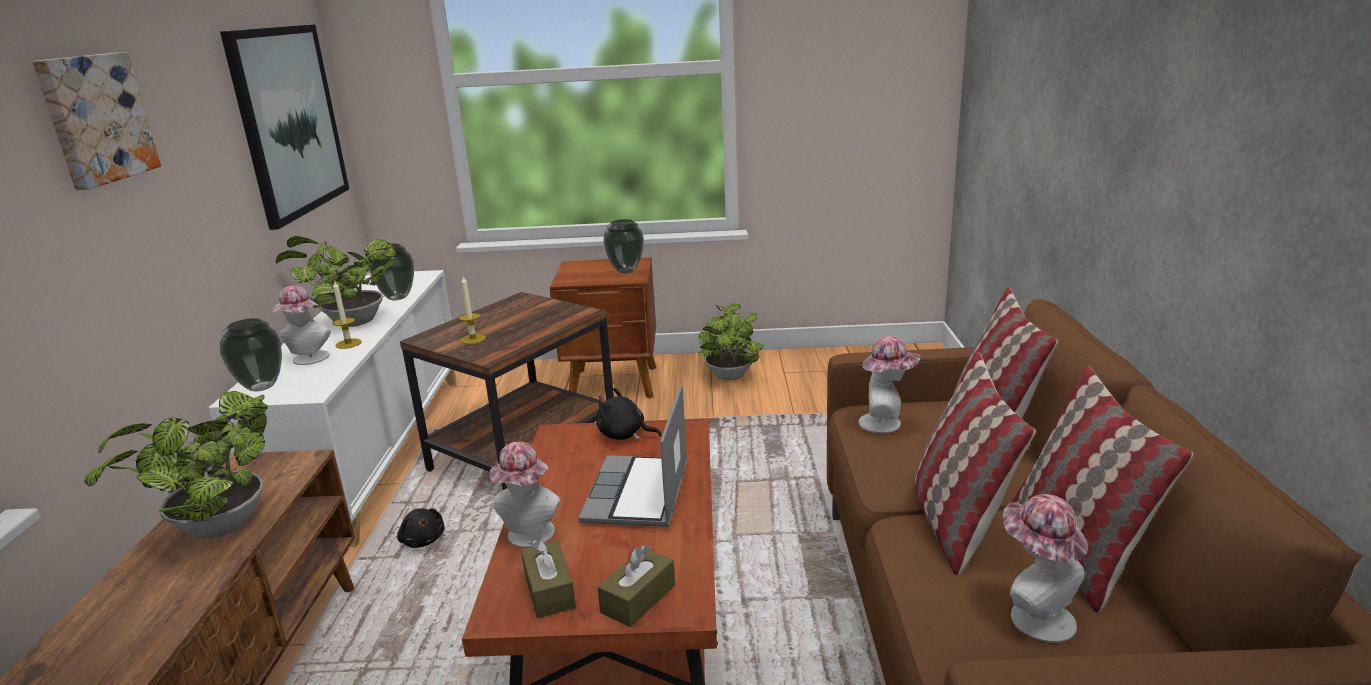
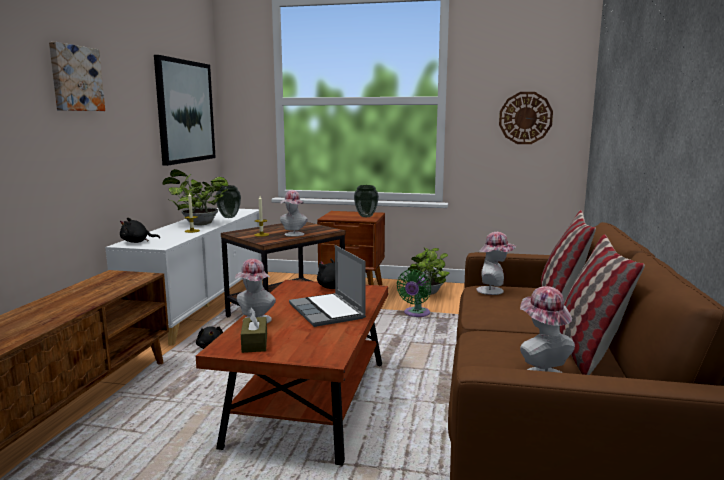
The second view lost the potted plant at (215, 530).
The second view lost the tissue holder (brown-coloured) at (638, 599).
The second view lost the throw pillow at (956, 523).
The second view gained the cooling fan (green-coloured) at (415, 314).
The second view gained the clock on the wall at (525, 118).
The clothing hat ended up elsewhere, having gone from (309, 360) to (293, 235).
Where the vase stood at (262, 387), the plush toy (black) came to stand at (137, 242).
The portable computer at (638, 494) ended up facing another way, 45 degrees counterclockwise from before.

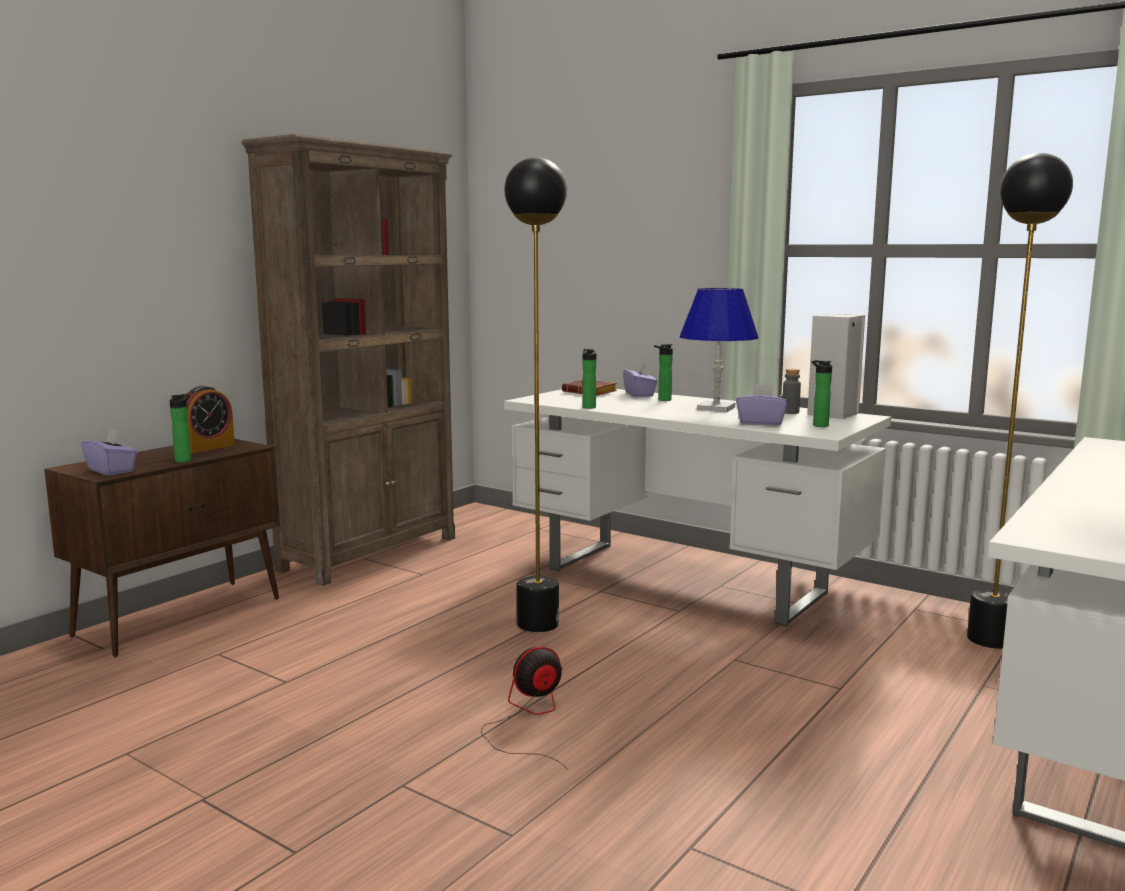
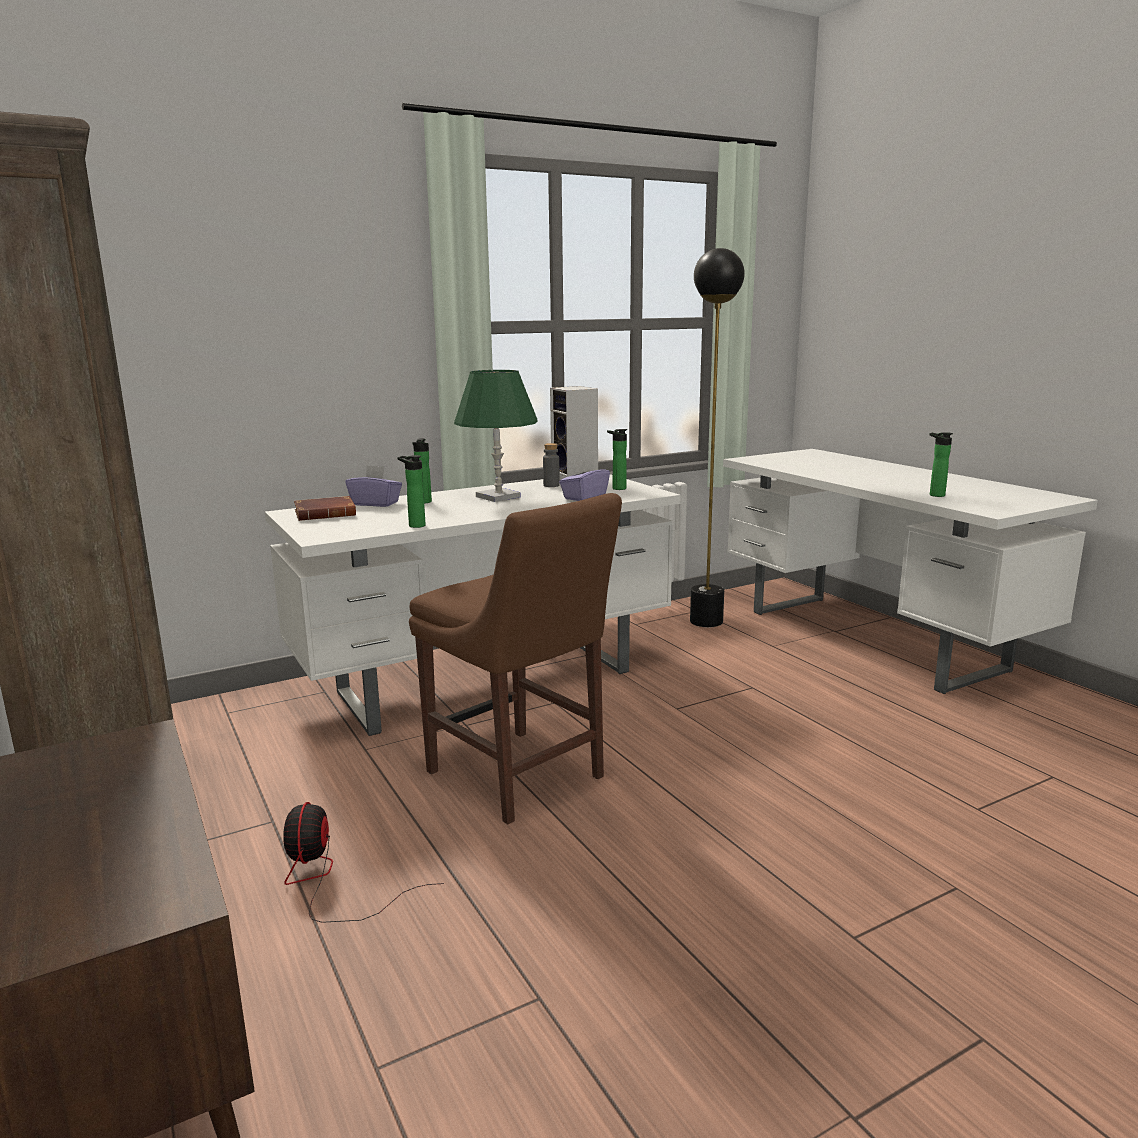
The second view lost the tissue holder (purple) at (111, 470).
The second view lost the bedside clock at (207, 447).
The bottle ended up elsewhere, having gone from (184, 460) to (934, 495).
The cooling fan ended up elsewhere, having gone from (529, 718) to (329, 880).
Where the standard lamp (black) stood at (537, 624), the plain chair (brown-coloured) came to stand at (519, 778).
What was the table lamp (bluish) at (716, 408) turned into the table lamp (green-coloured) at (498, 497).

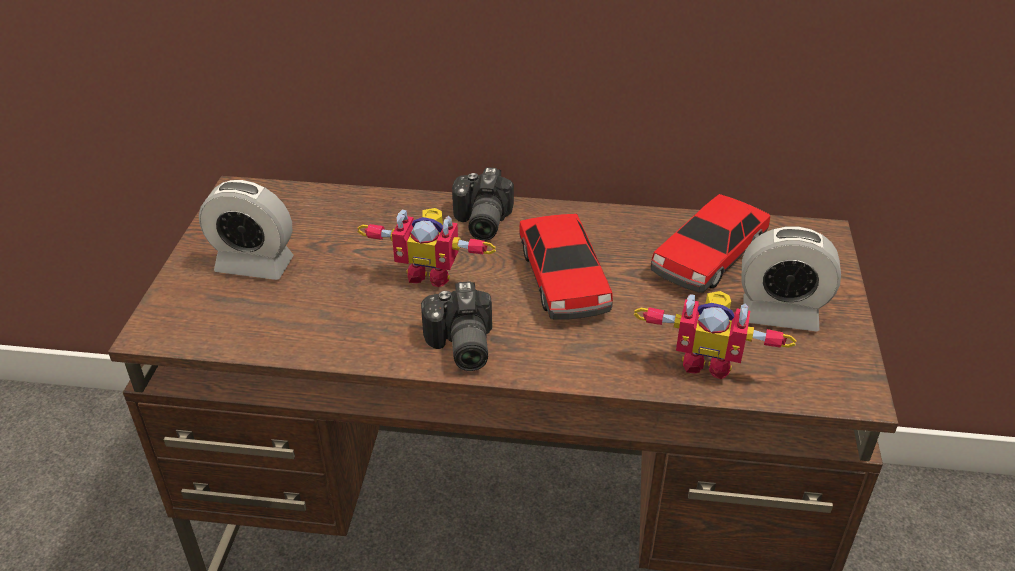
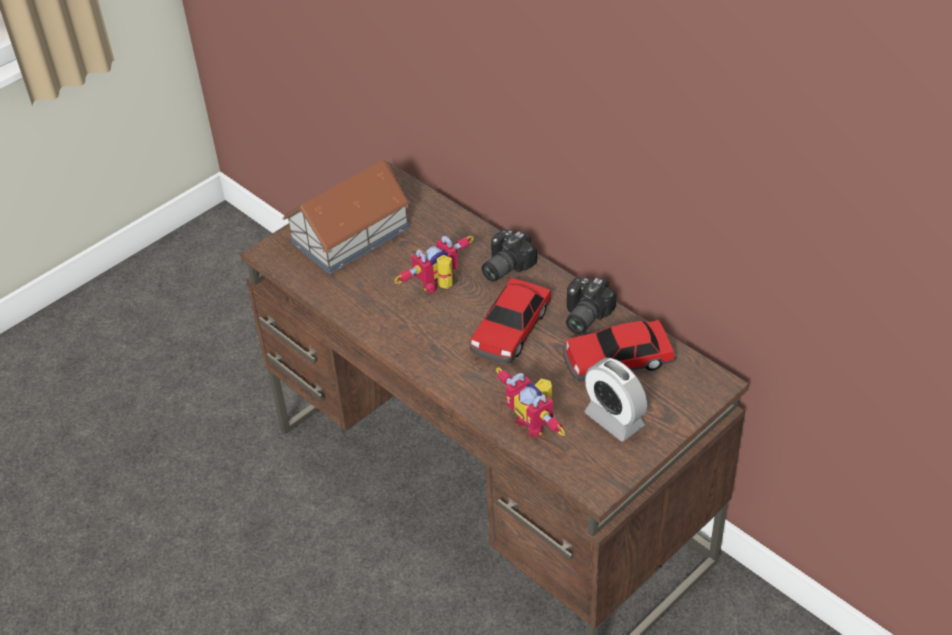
The photo camera ended up elsewhere, having gone from (459, 346) to (582, 316).
Where the bedside clock stood at (254, 265), the model house came to stand at (351, 235).
The model robot at (430, 273) ended up facing another way, 90 degrees clockwise from before.

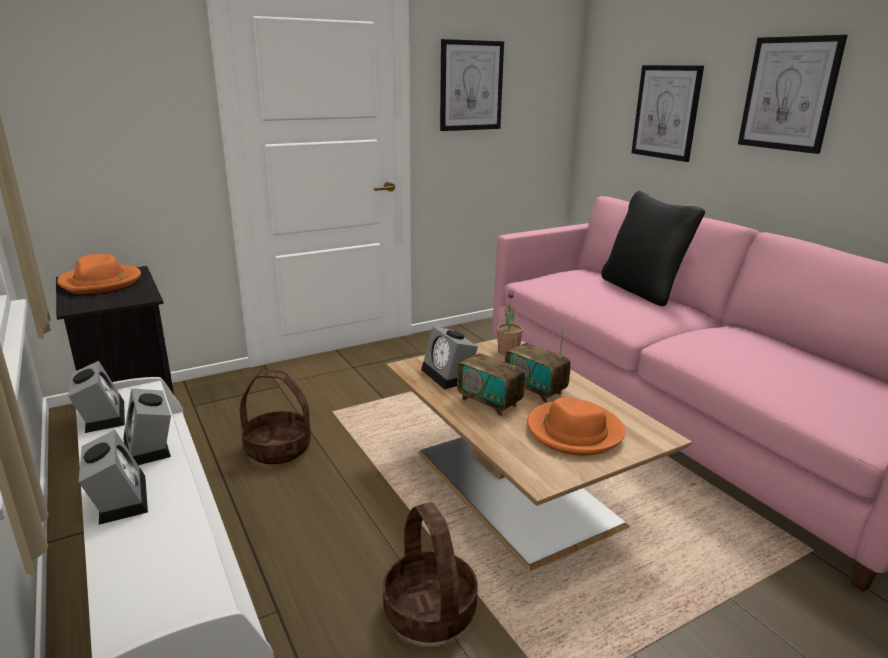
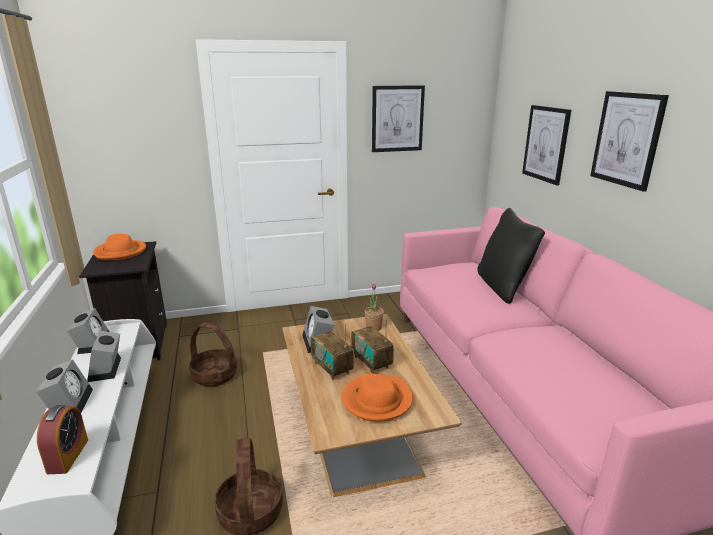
The second view gained the bedside clock at (68, 456).

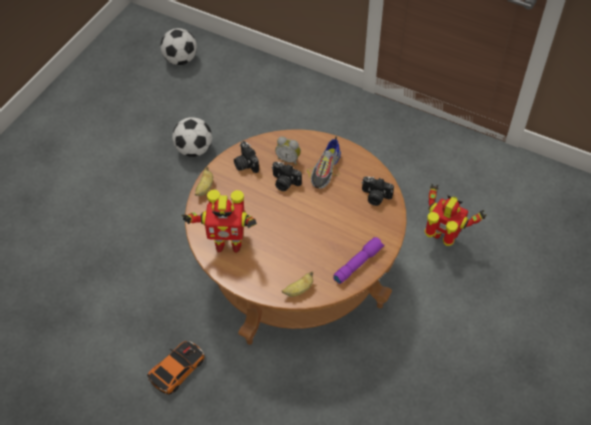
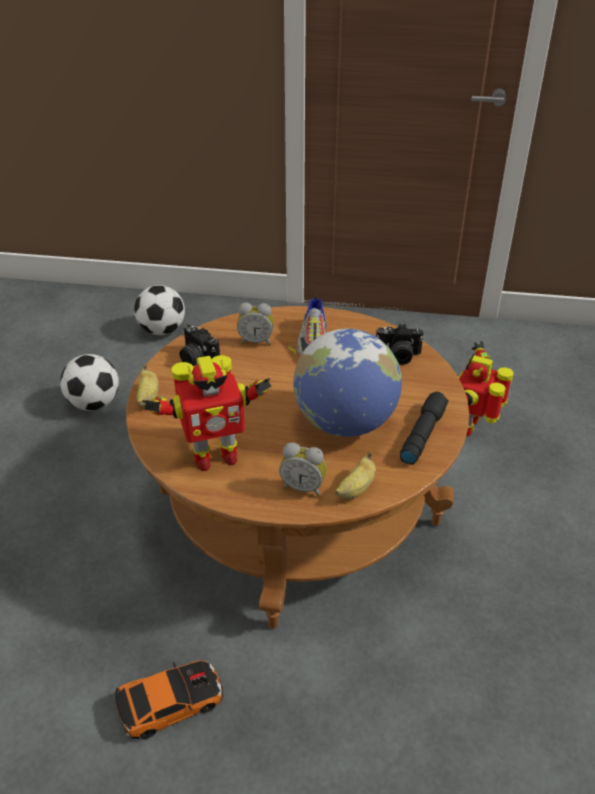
The second view lost the photo camera at (284, 183).
The second view gained the bedside clock at (303, 487).
The second view gained the desk globe at (345, 423).
The football ended up elsewhere, having gone from (180, 60) to (162, 330).
What was the flashlight (purple) at (358, 263) turned into the flashlight (black) at (422, 434).
The miniature car at (177, 369) ended up facing another way, 45 degrees clockwise from before.
The model robot at (443, 239) ended up facing another way, 75 degrees counterclockwise from before.

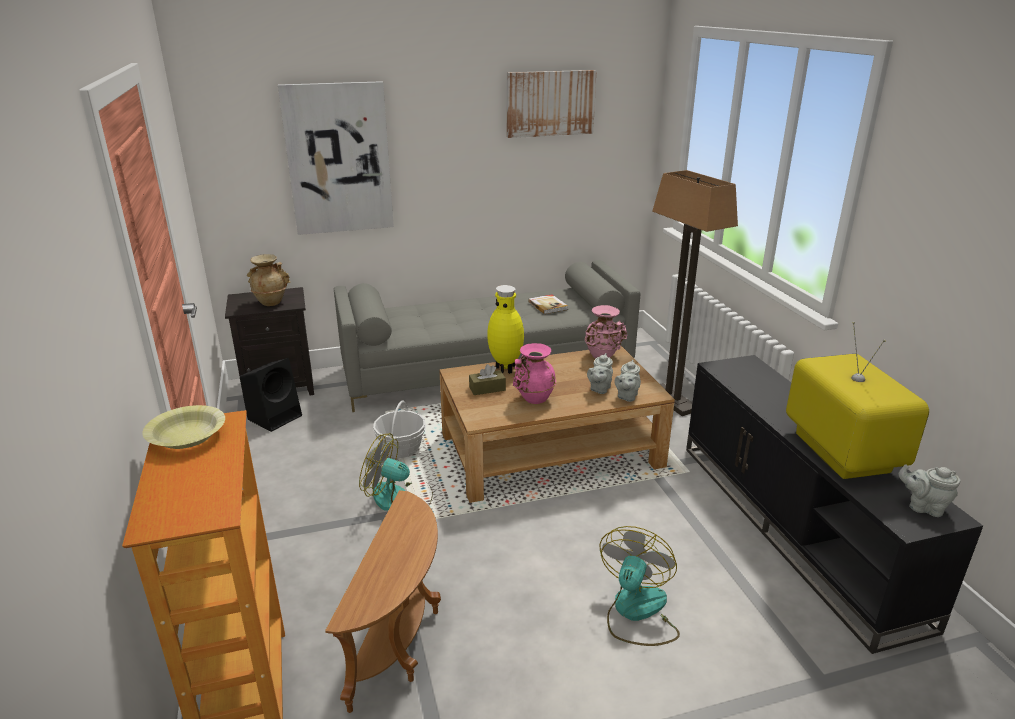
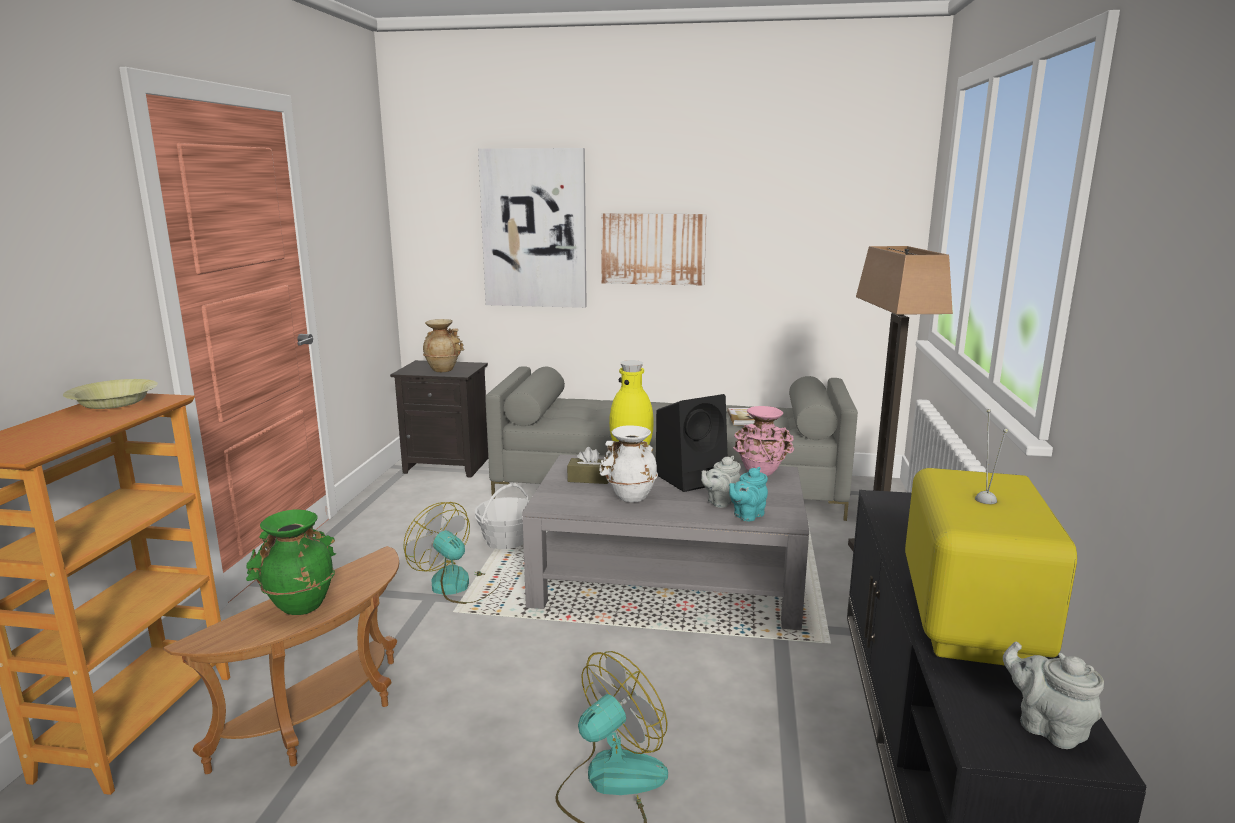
The second view gained the vase (green-coloured) at (299, 605).
The loudspeaker (black) ended up elsewhere, having gone from (275, 417) to (692, 478).
The picture ended up elsewhere, having gone from (550, 103) to (653, 249).
What was the lounge table (brown-coloured) at (551, 450) turned into the lounge table (greyish) at (668, 579).
What was the vase (pink-coloured) at (533, 399) turned into the vase (white-coloured) at (629, 497).
What was the teapot (greyish) at (626, 396) turned into the teapot (turquoise) at (747, 515).

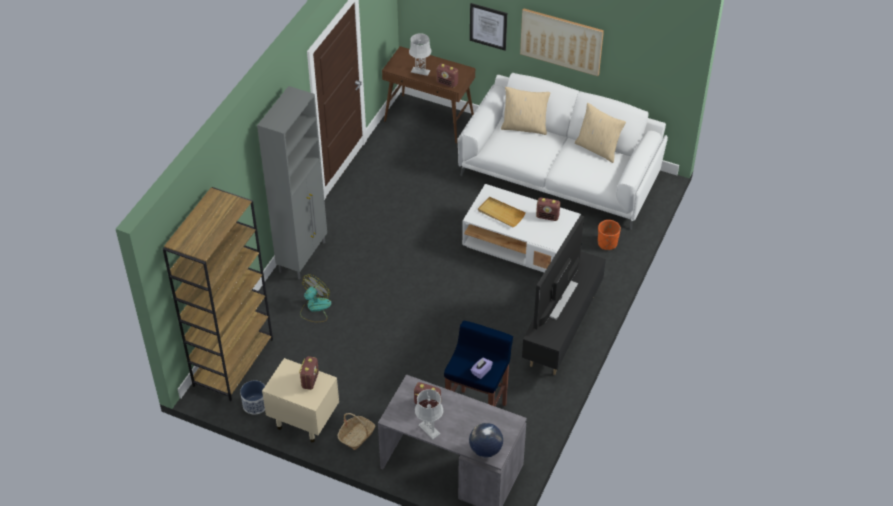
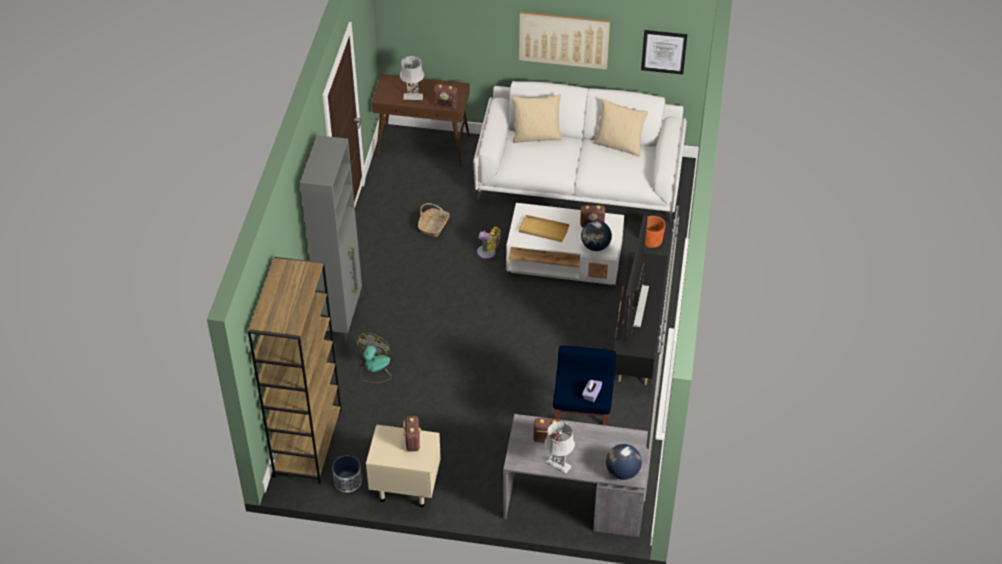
The second view gained the cooling fan (yellow) at (488, 252).
The second view gained the desk globe at (595, 246).
The household basket ended up elsewhere, having gone from (356, 436) to (434, 226).
The picture ended up elsewhere, having gone from (488, 26) to (664, 51).

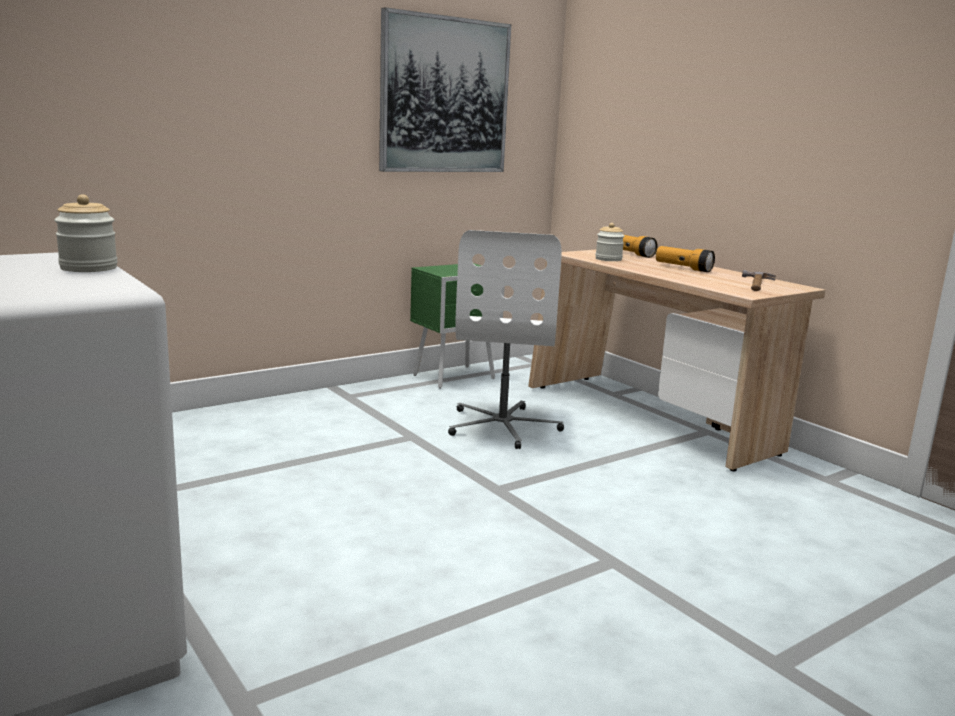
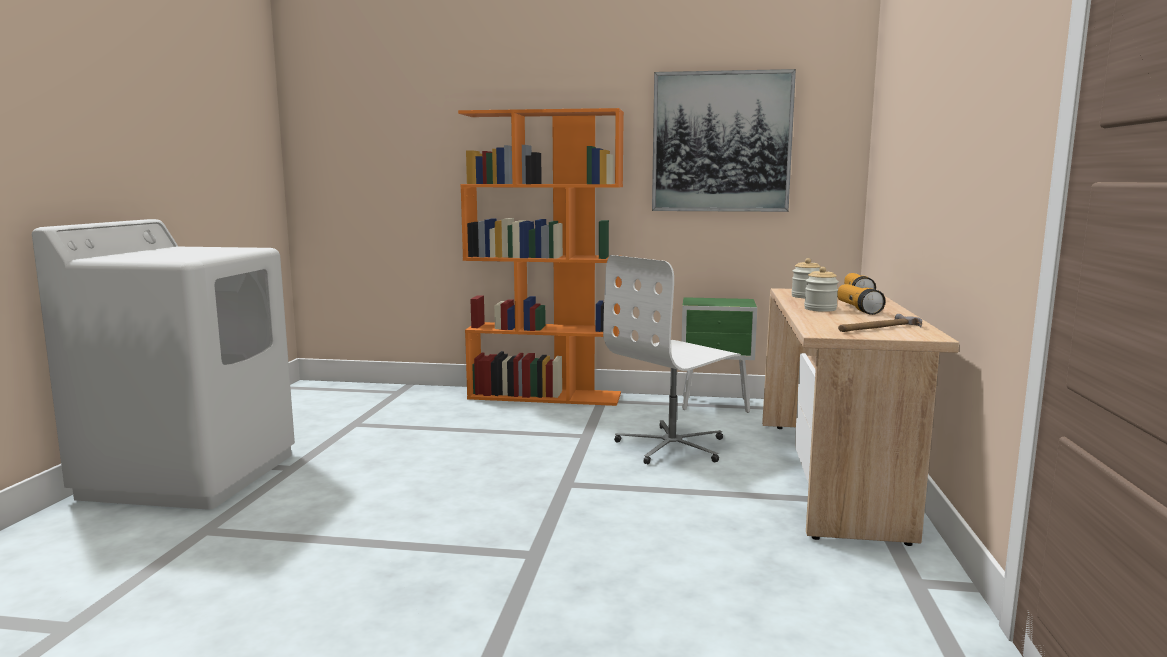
The second view gained the shelving unit (orange-coloured) at (546, 396).
The jar ended up elsewhere, having gone from (89, 268) to (820, 309).

